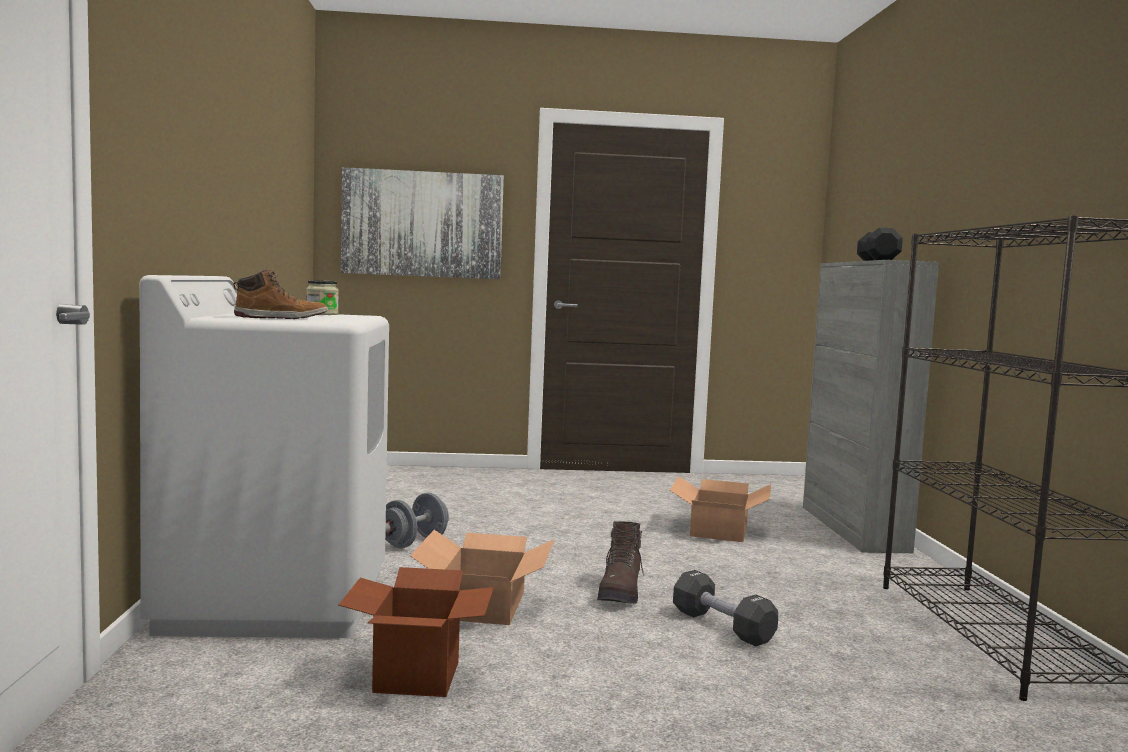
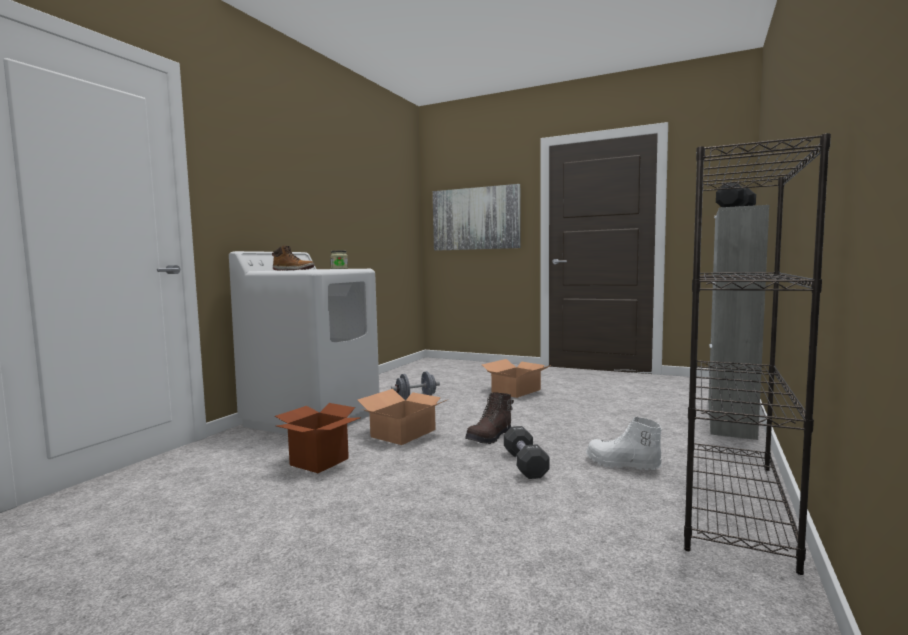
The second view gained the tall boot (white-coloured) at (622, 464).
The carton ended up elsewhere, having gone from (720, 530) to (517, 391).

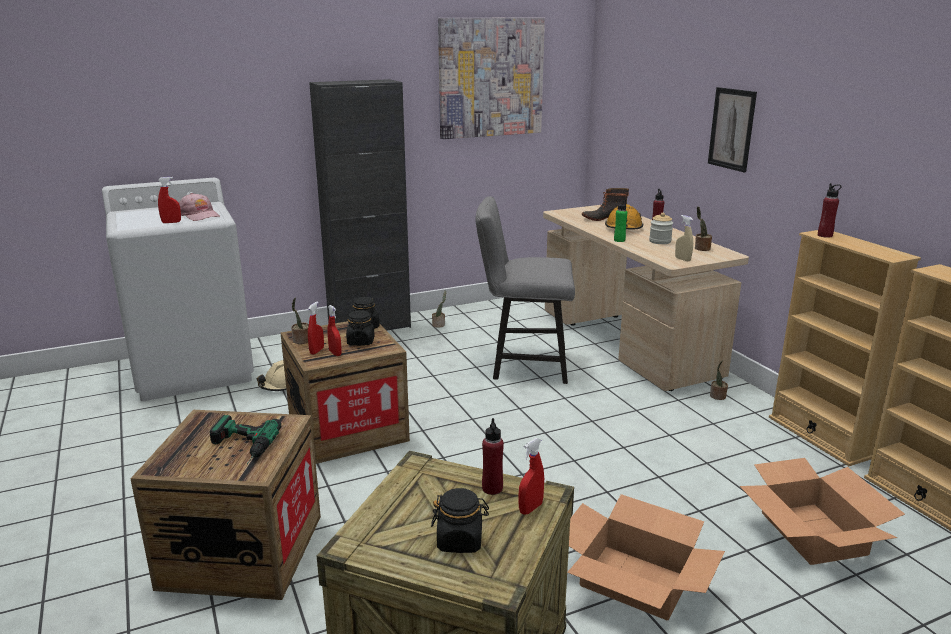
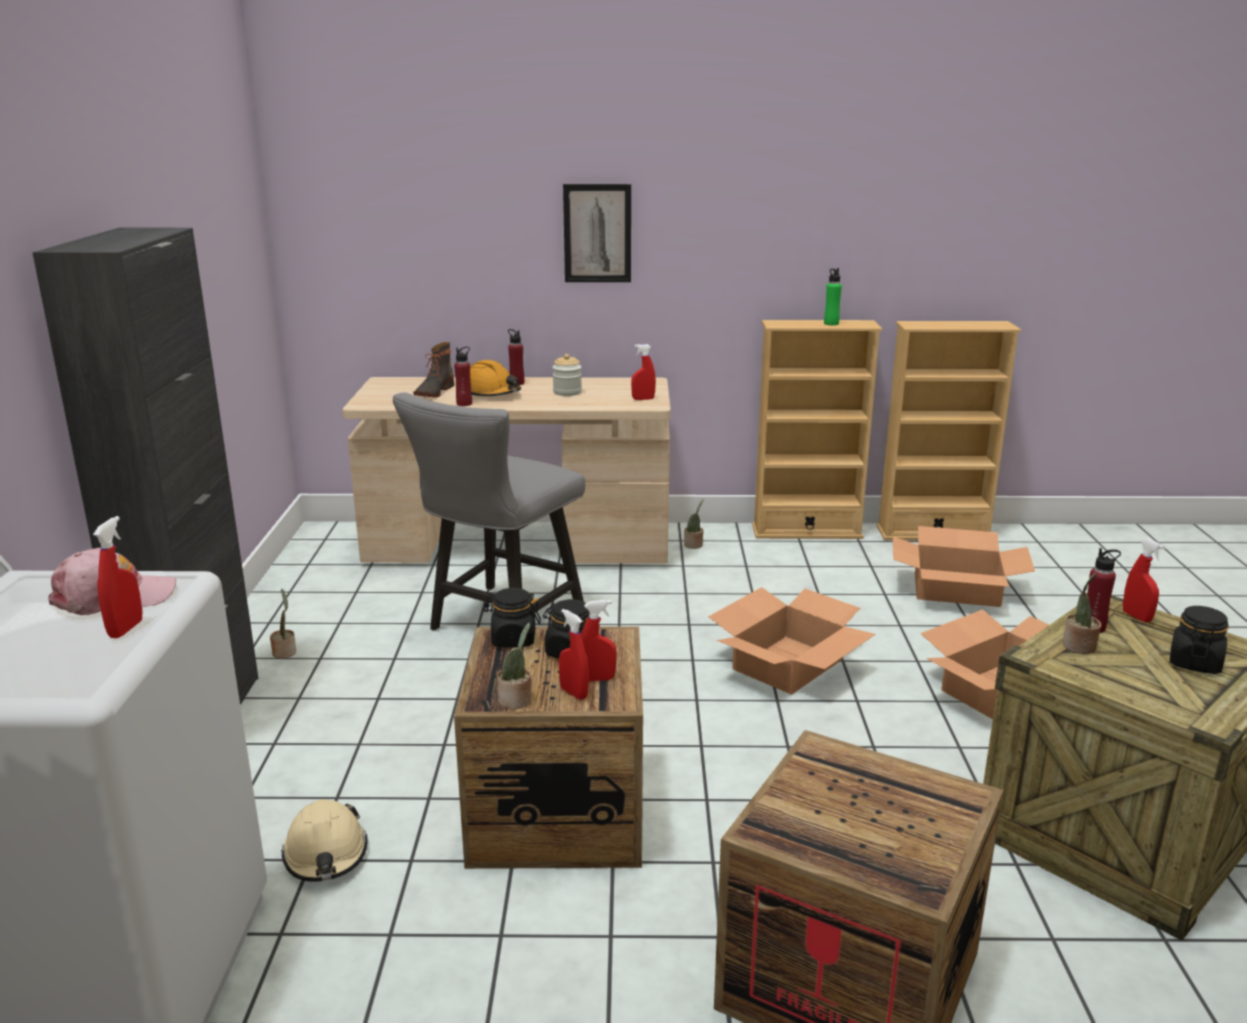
The second view lost the electric drill at (239, 447).
The second view lost the picture at (490, 77).
The second view gained the carton at (788, 664).
The bottle (green-coloured) ended up elsewhere, having gone from (619, 240) to (831, 323).
The potted plant ended up elsewhere, having gone from (701, 248) to (1079, 647).
The bottle (red-coloured) ended up elsewhere, having gone from (825, 235) to (464, 404).
What was the sprayer (sand-coloured) at (682, 259) turned into the sprayer (red-coloured) at (643, 399).

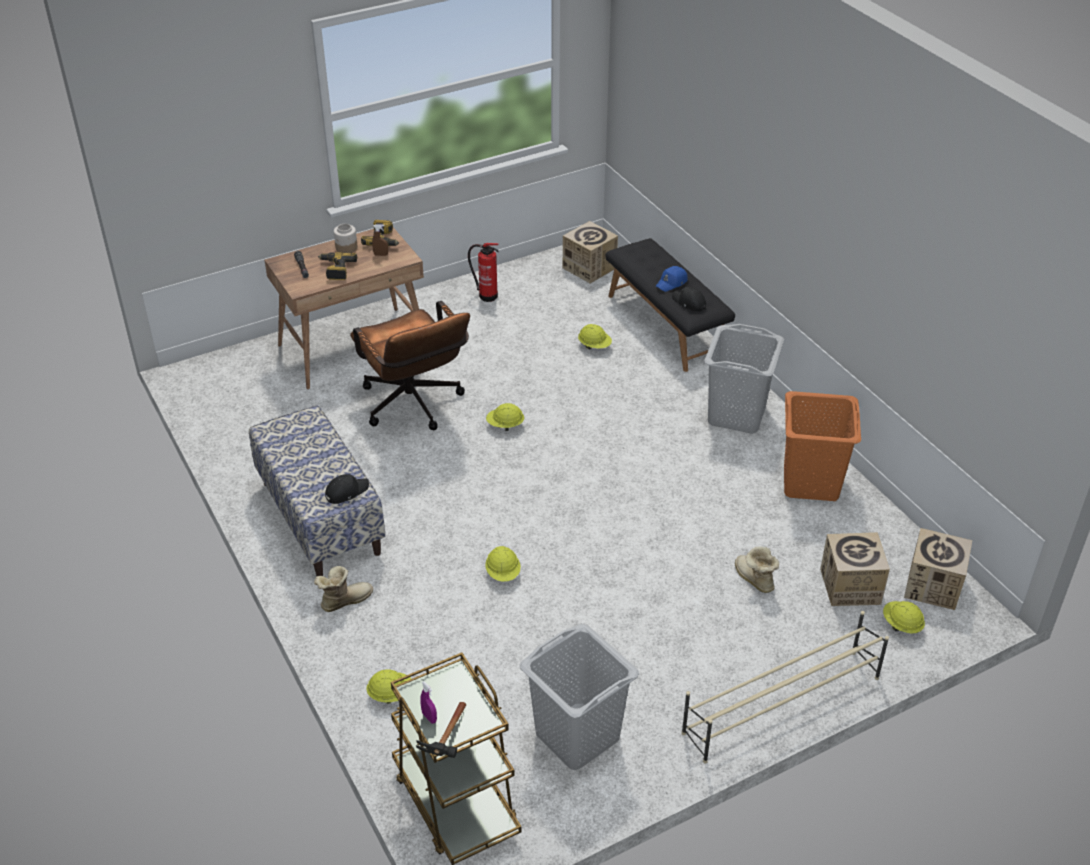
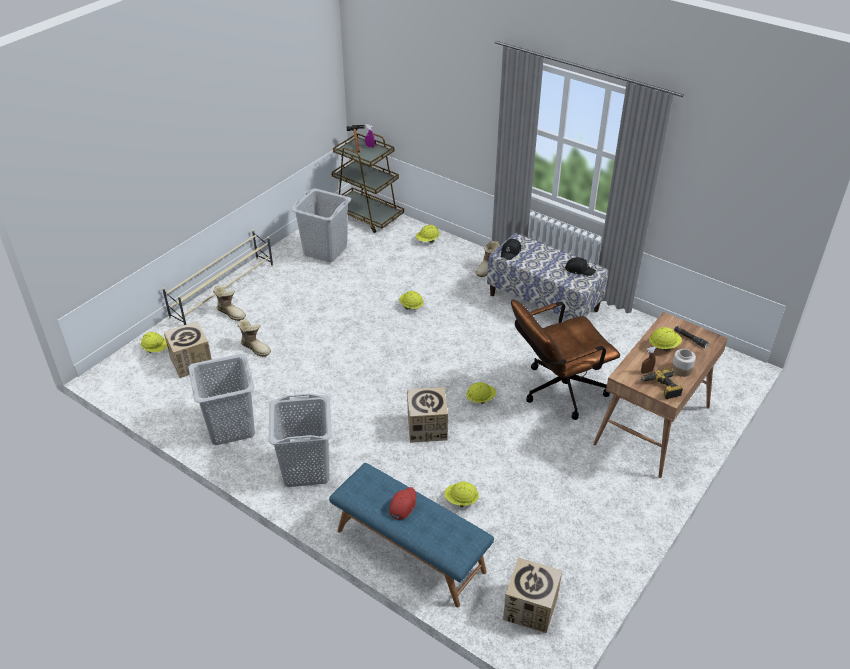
The second view lost the fire extinguisher at (486, 295).
The second view gained the tall boot at (231, 313).
The peaked cap (black) ended up elsewhere, having gone from (689, 303) to (579, 270).
The carton ended up elsewhere, having gone from (933, 586) to (427, 427).
Where the electric drill stood at (336, 269), the work helmet (yellow) came to stand at (663, 346).
What was the bench (black) at (666, 325) turned into the bench (bluish) at (409, 551).
What was the peaked cap (bluish) at (672, 283) turned into the peaked cap (red-coloured) at (402, 505).
What was the washing basket (orange-coloured) at (811, 483) turned into the washing basket (greyish) at (230, 427).
The desk chair (brown-coloured) at (414, 407) ended up facing another way, 60 degrees counterclockwise from before.

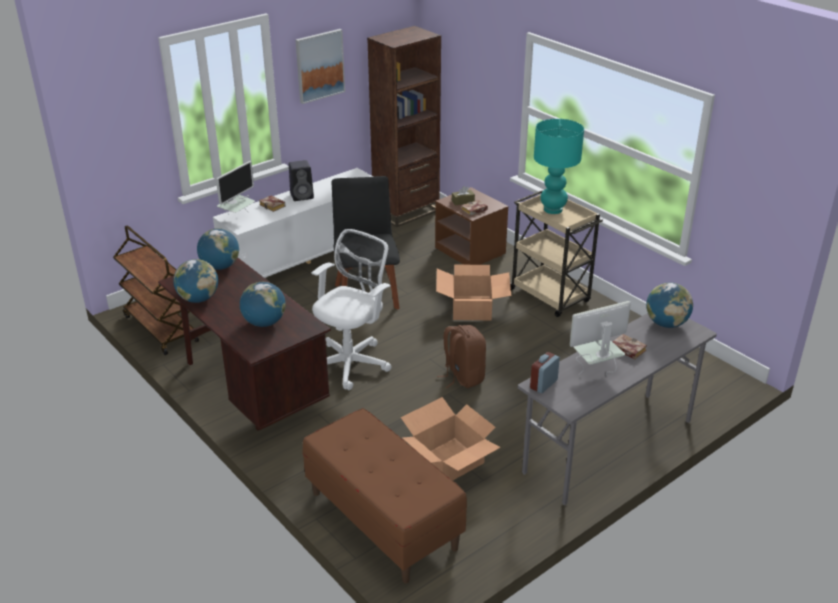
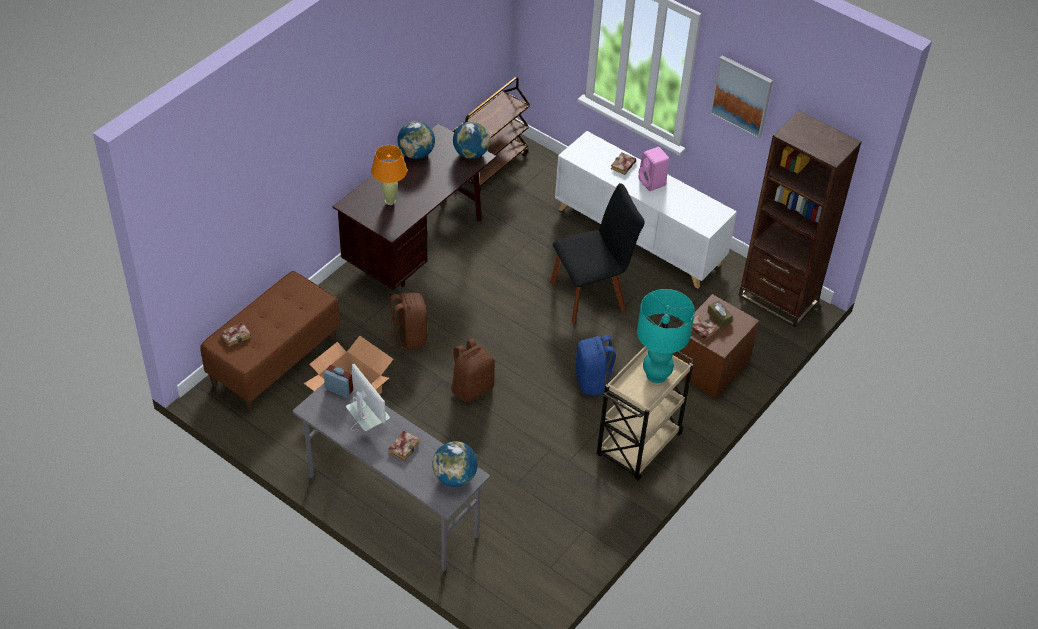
The second view lost the computer screen at (237, 218).
The second view lost the desk chair (white-coloured) at (351, 363).
The second view gained the volume at (236, 335).
The second view gained the backpack (brown-coloured) at (408, 336).
Where the desk globe stood at (264, 323), the table lamp (orange-coloured) came to stand at (390, 201).
Where the carton stood at (472, 308), the backpack (bluish) came to stand at (593, 381).
What was the loudspeaker (black) at (302, 196) turned into the loudspeaker (pink-coloured) at (652, 182).

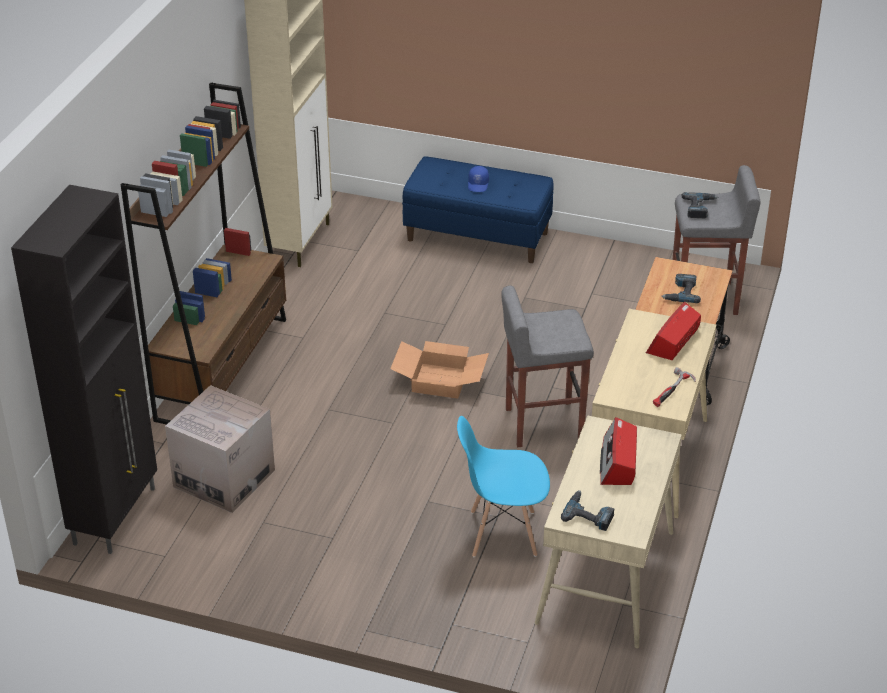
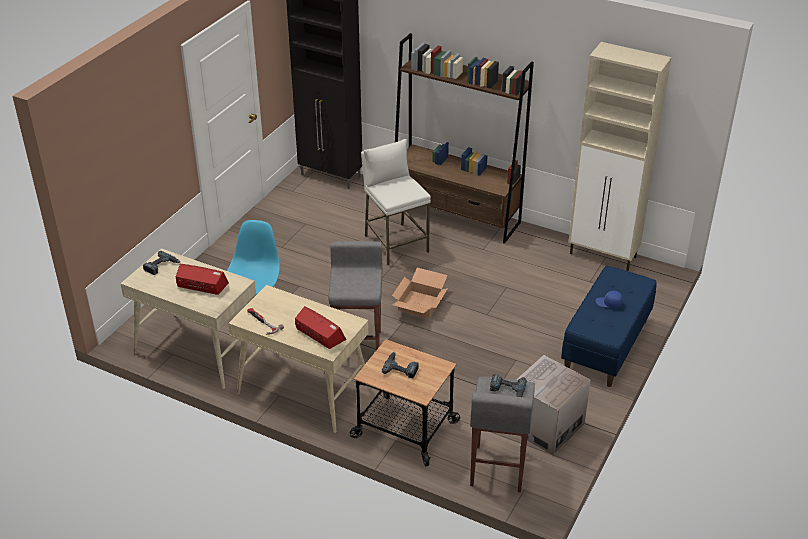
The second view gained the stool seat (white-coloured) at (395, 244).
The carton ended up elsewhere, having gone from (224, 478) to (545, 426).

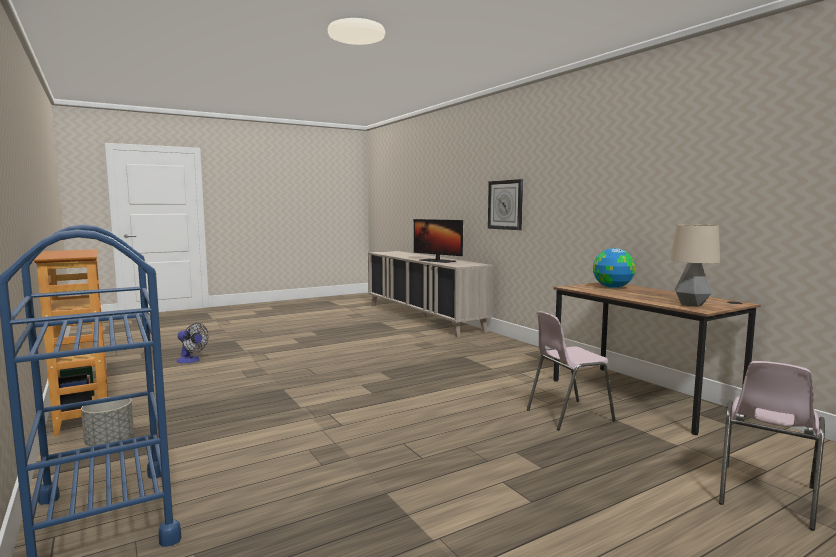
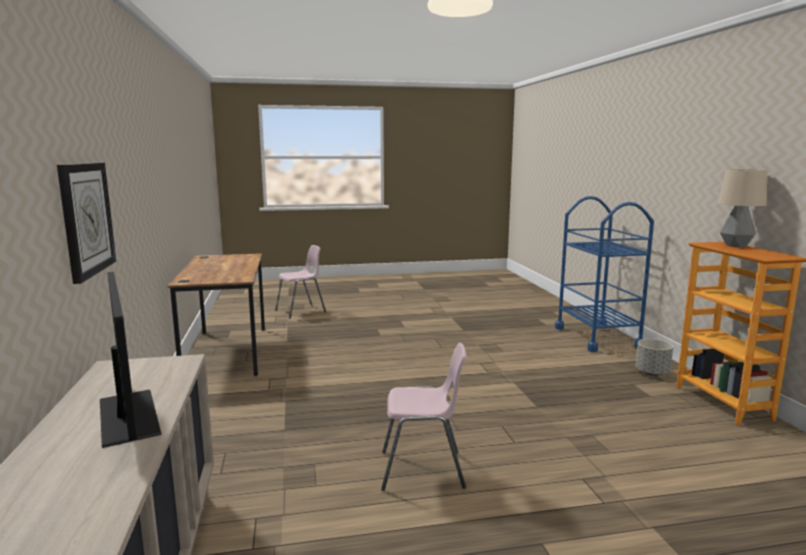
The second view lost the cooling fan at (191, 360).
The second view lost the desk globe at (612, 287).
The plain chair (pink-coloured) ended up elsewhere, having gone from (568, 415) to (423, 470).
The table lamp ended up elsewhere, having gone from (691, 305) to (735, 246).

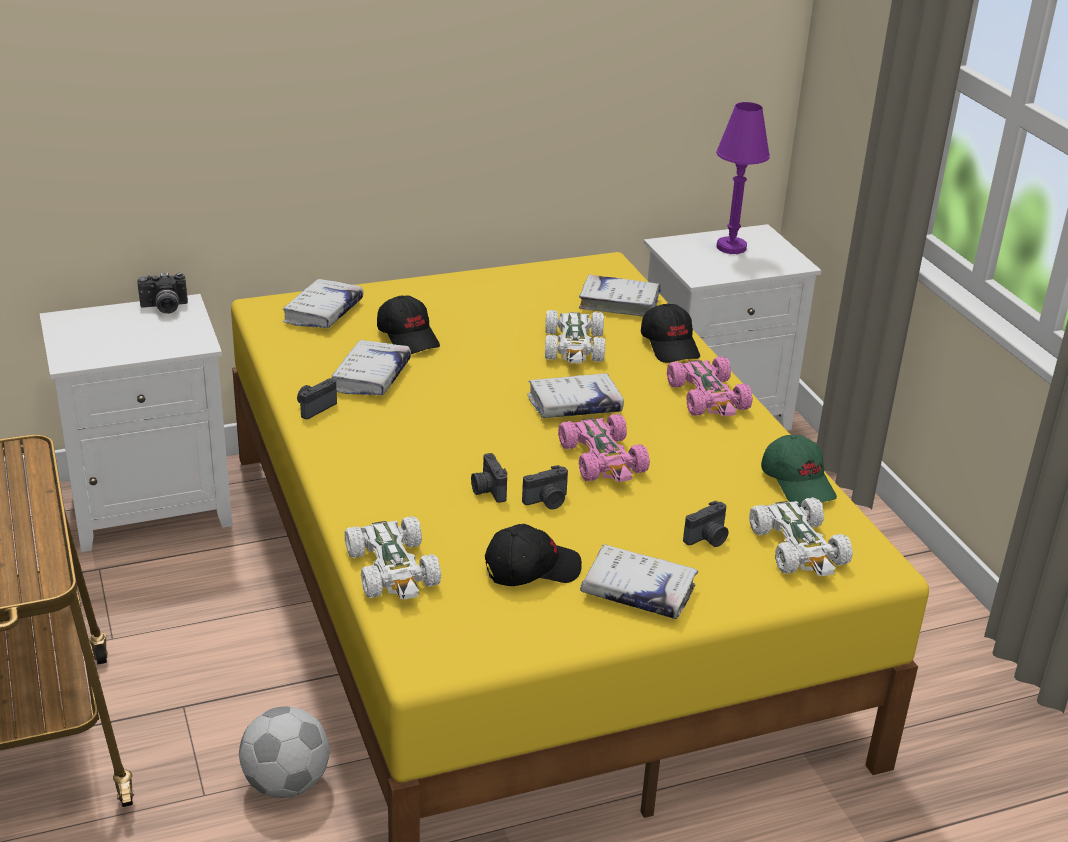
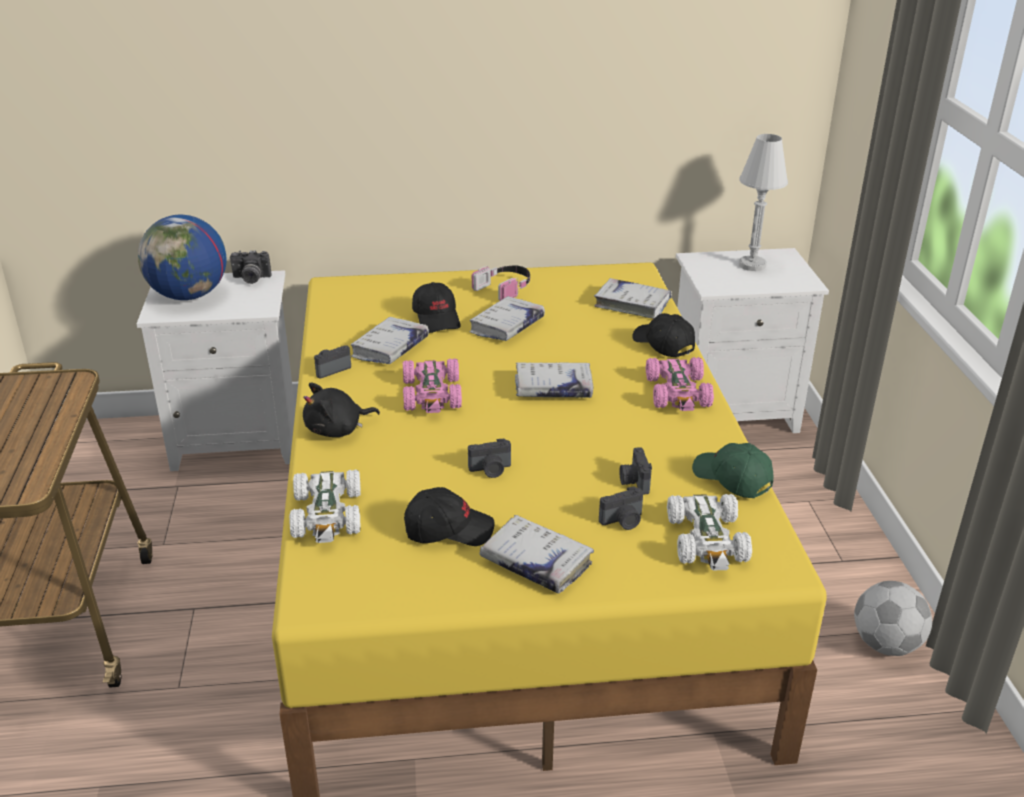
The second view lost the miniature car (white-coloured) at (574, 347).
The second view gained the desk globe at (189, 295).
The second view gained the plush toy (black) at (337, 430).
The second view gained the pair of headphones at (505, 288).
The football ended up elsewhere, having gone from (287, 782) to (886, 644).
The volume (white-coloured) ended up elsewhere, having gone from (323, 312) to (507, 326).
The photo camera ended up elsewhere, having gone from (487, 490) to (634, 482).
The miniature car (pink-coloured) ended up elsewhere, having gone from (603, 459) to (432, 395).
What was the table lamp (purple) at (731, 247) turned into the table lamp (white-coloured) at (752, 265).
The peaked cap (black) at (670, 345) ended up facing another way, 150 degrees clockwise from before.
The peaked cap (green-coloured) at (798, 483) ended up facing another way, 150 degrees clockwise from before.

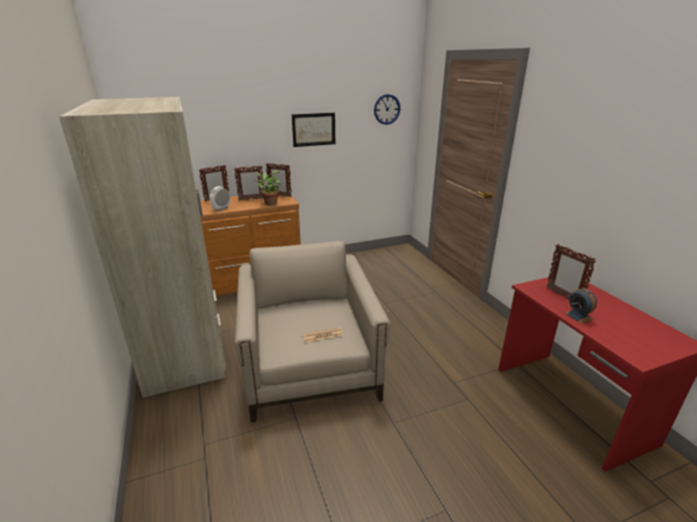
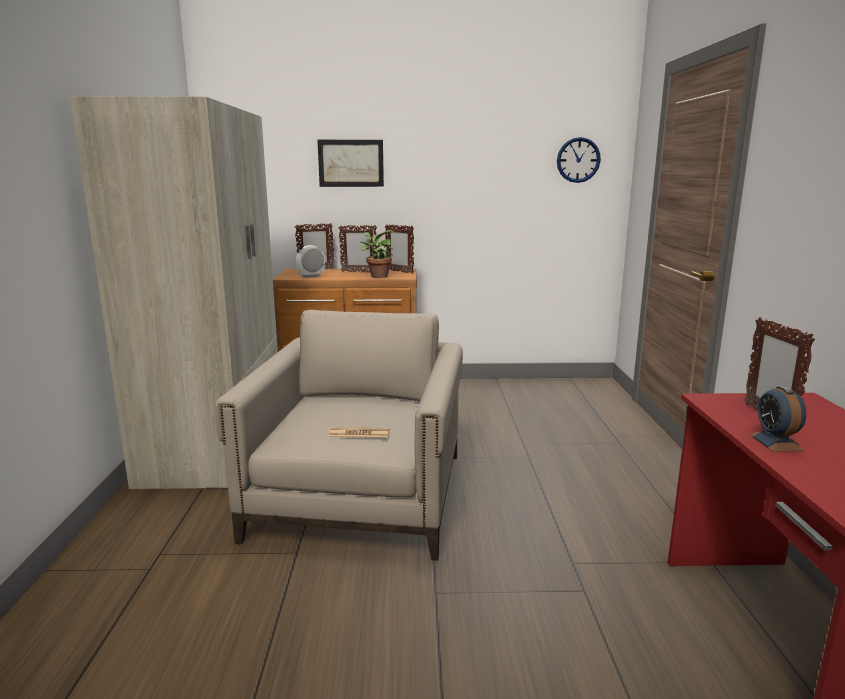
The picture ended up elsewhere, having gone from (314, 129) to (351, 163).

